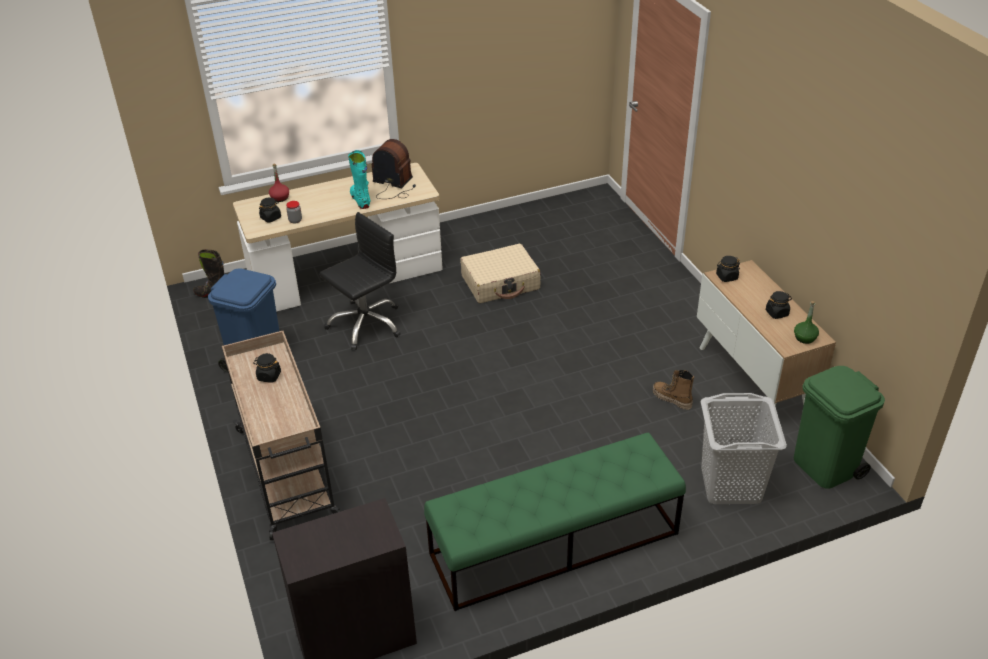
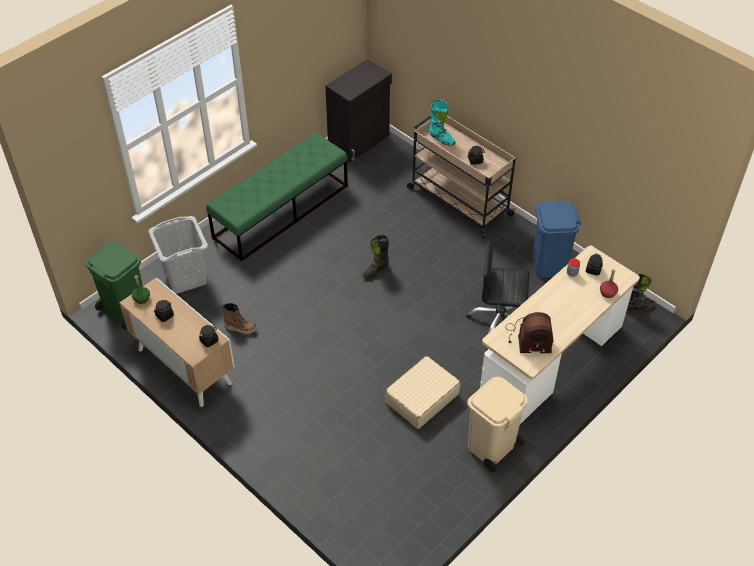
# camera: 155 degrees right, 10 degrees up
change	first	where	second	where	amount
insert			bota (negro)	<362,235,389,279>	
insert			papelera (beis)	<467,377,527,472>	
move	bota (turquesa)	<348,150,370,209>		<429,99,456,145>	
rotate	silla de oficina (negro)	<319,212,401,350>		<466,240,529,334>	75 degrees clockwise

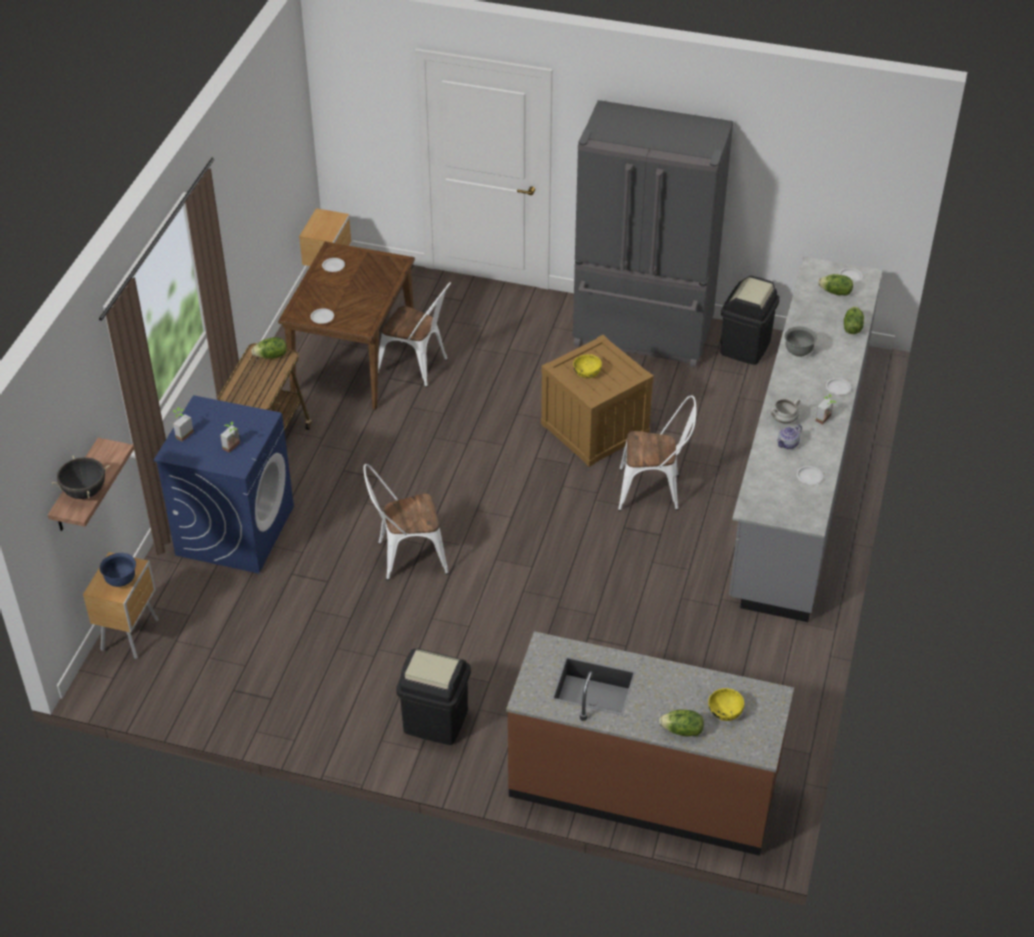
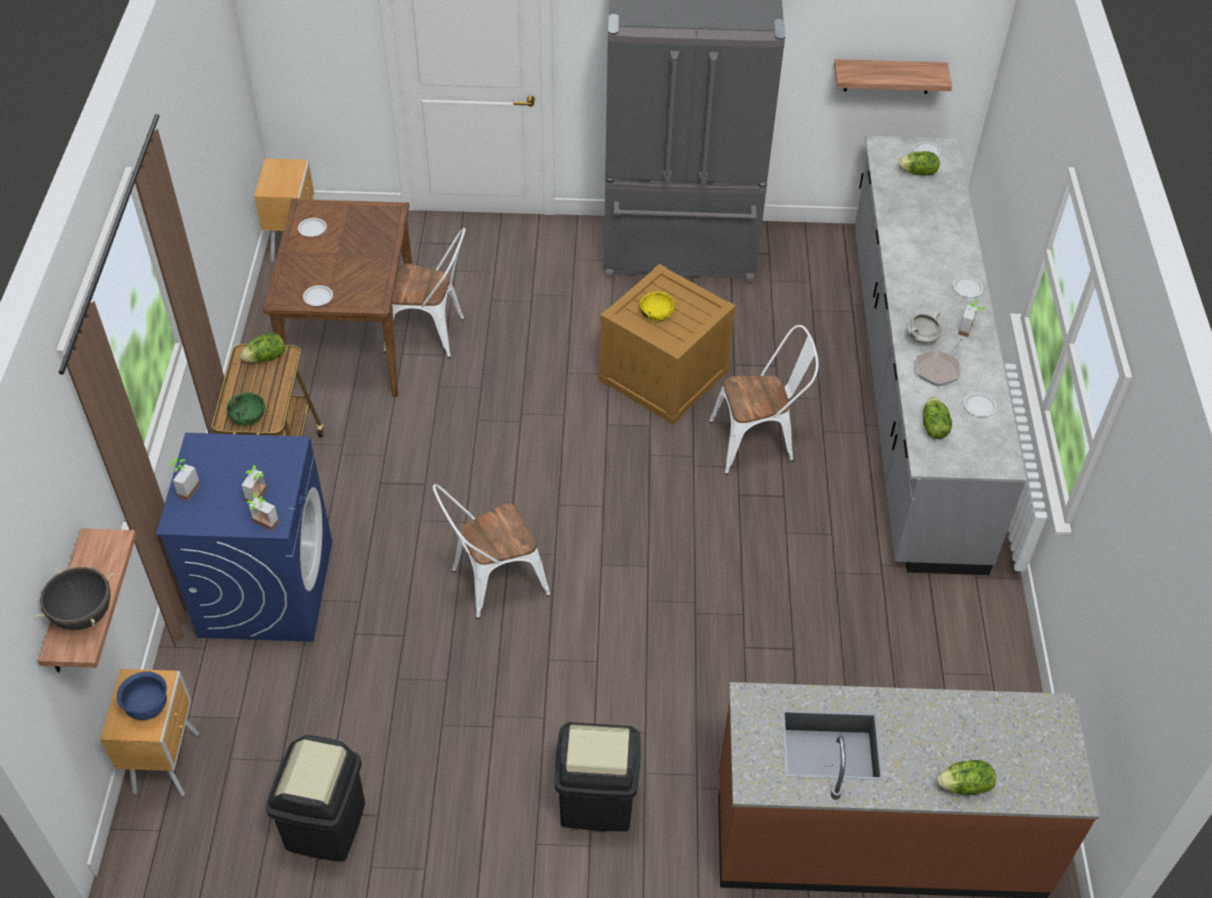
# camera: 15 degrees left, 5 degrees up
change	first	where	second	where	amount
delete	cuenco (amarillo)	<708,688,744,721>			
delete	cuenco (gris)	<784,327,817,357>			
insert			cuenco (verde)	<226,392,265,426>	
insert			planta en maceta	<246,493,279,530>	
insert			estante	<834,59,952,94>	
move	papelera (negro)	<720,276,780,365>		<265,735,365,862>	
move	lechuga	<844,306,864,334>		<923,397,952,439>	
replace	tetera	<777,425,802,449>	sartén	<916,338,963,387>	

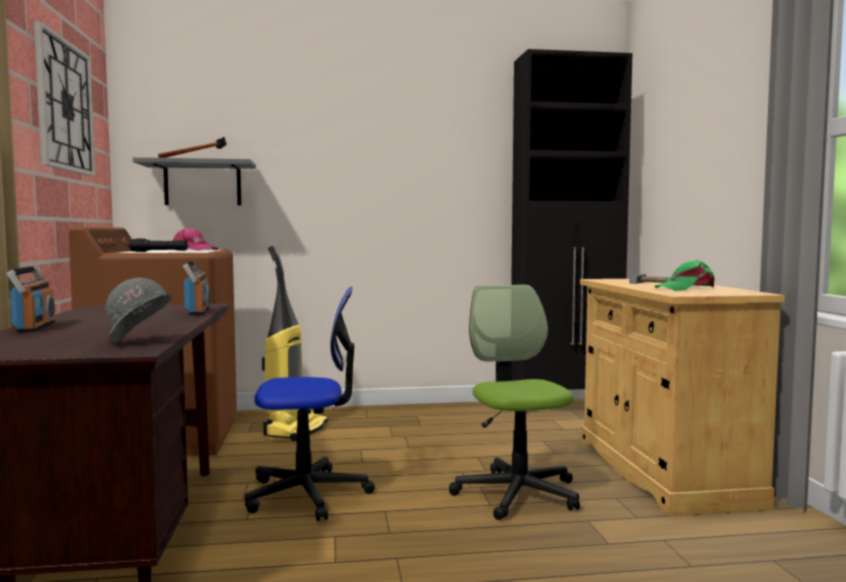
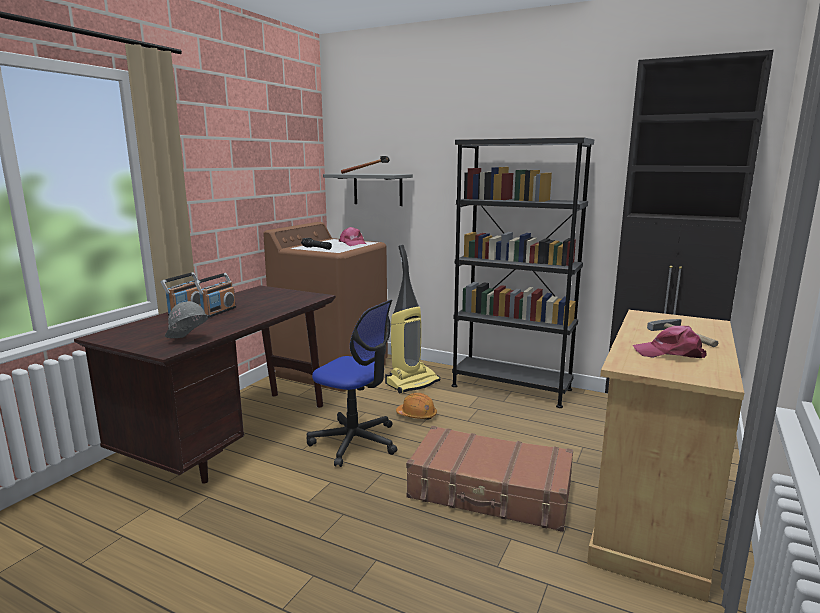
# camera: 35 degrees right, 10 degrees up
change	first	where	second	where	amount
delete	reloj de pared	<34,20,96,176>			
insert			casco (naranja)	<396,393,437,420>	
insert			estantería (negro)	<451,137,594,408>	
move	radio	<183,261,210,315>		<195,273,236,317>	
replace	silla de oficina	<449,285,580,520>	maleta (marrón)	<406,426,573,532>	
recolor	gorra (verde)	<654,260,715,291>	gorra (rosa)	<633,326,706,358>	

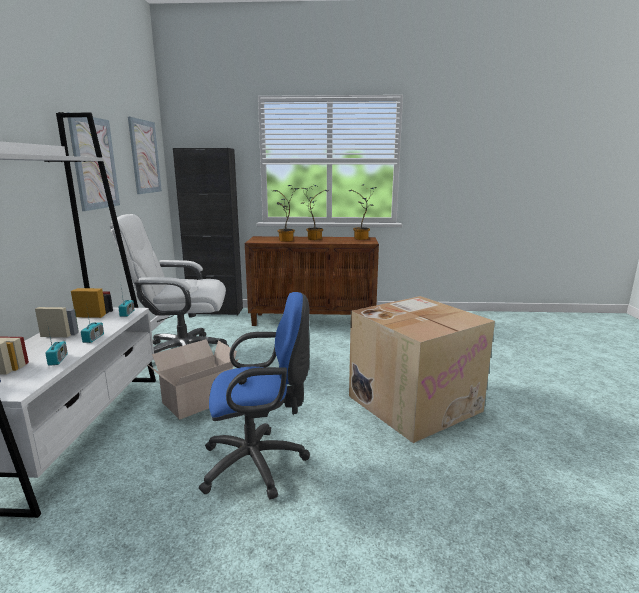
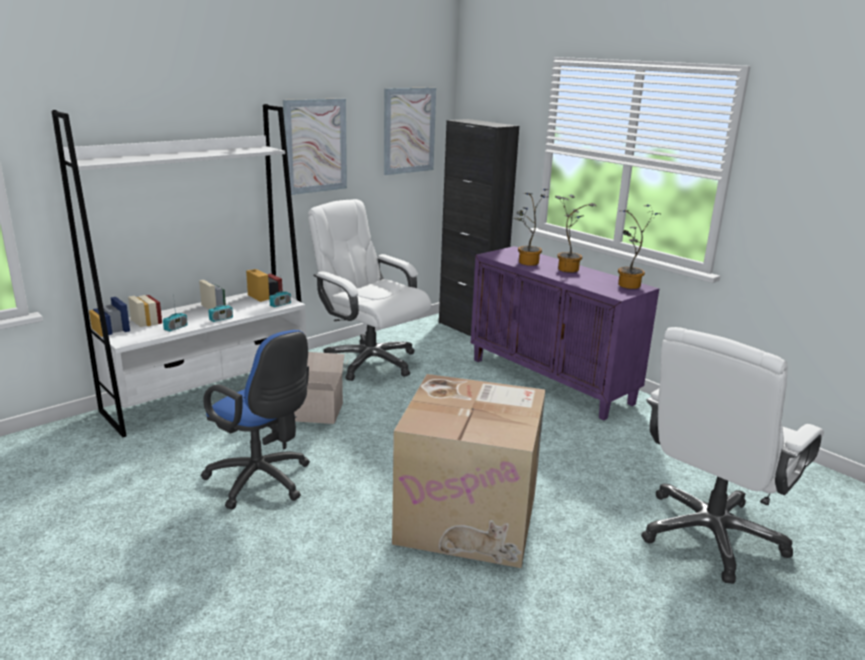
# camera: 45 degrees right, 5 degrees up
change	first	where	second	where	amount
insert			silla de oficina (blanco)	<641,327,824,584>	
recolor	armario (marrón)	<245,236,379,326>	armario (morado)	<471,246,659,420>	

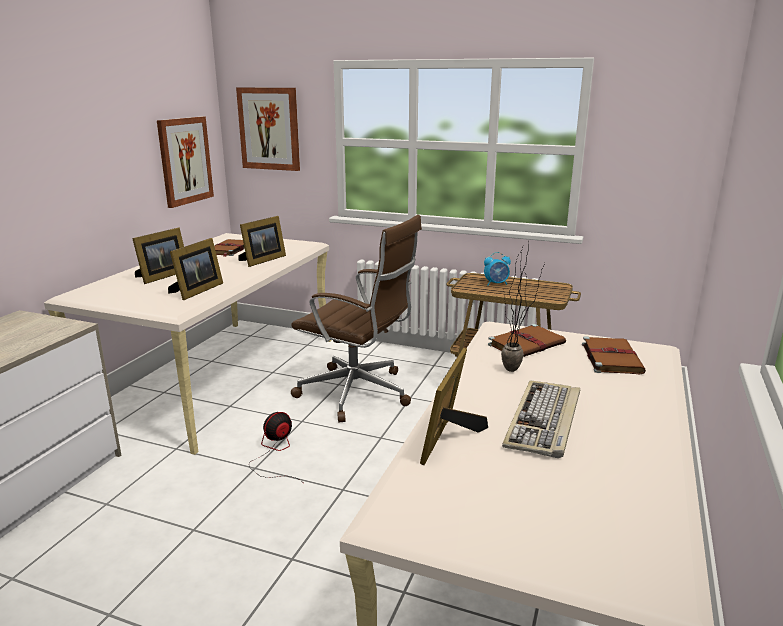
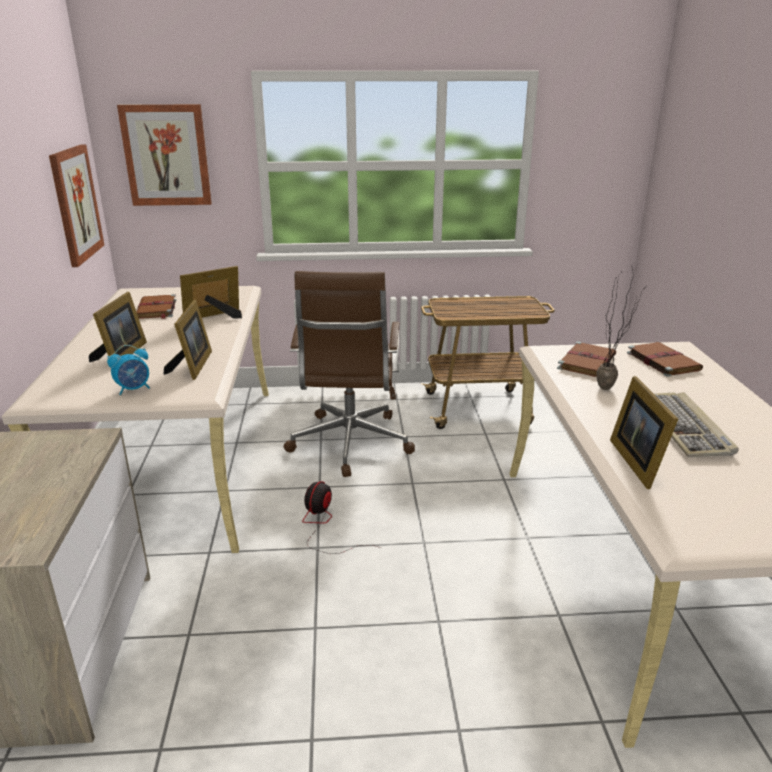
# camera: 25 degrees left, 5 degrees up
change	first	where	second	where	amount
move	despertador	<484,252,511,286>		<107,345,150,395>	
rotate	portarretratos	<239,216,286,267>		<180,266,242,319>	135 degrees counterclockwise
rotate	silla de oficina (marrón)	<291,215,422,422>		<284,271,415,477>	90 degrees clockwise

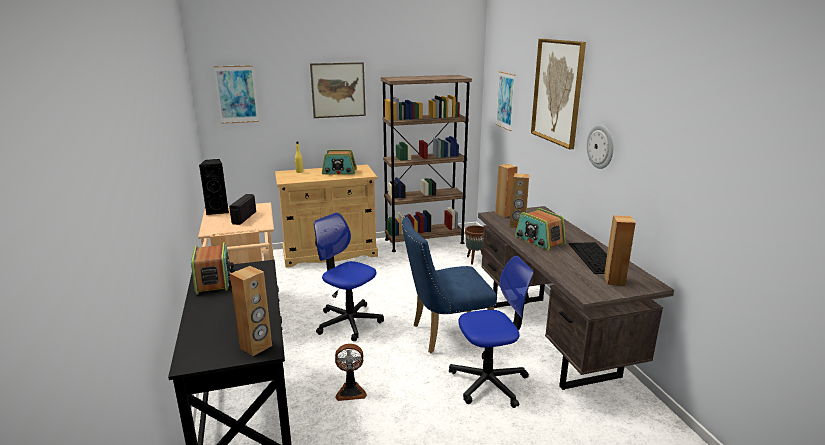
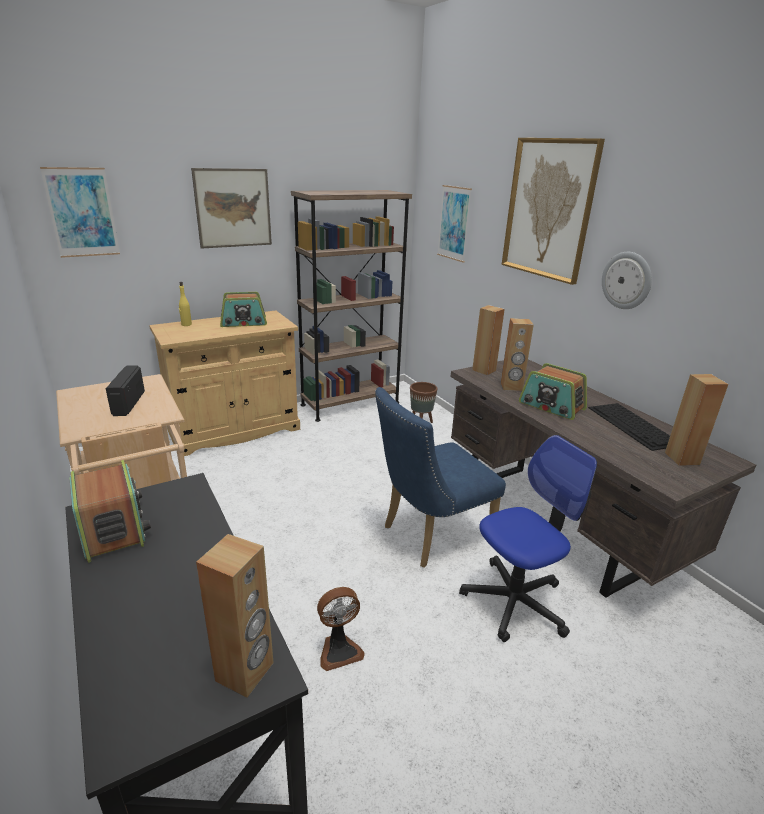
# camera: 15 degrees left, 5 degrees up
change	first	where	second	where	amount
delete	altavoz (negro)	<199,159,229,215>			
delete	silla de oficina	<314,212,384,341>			

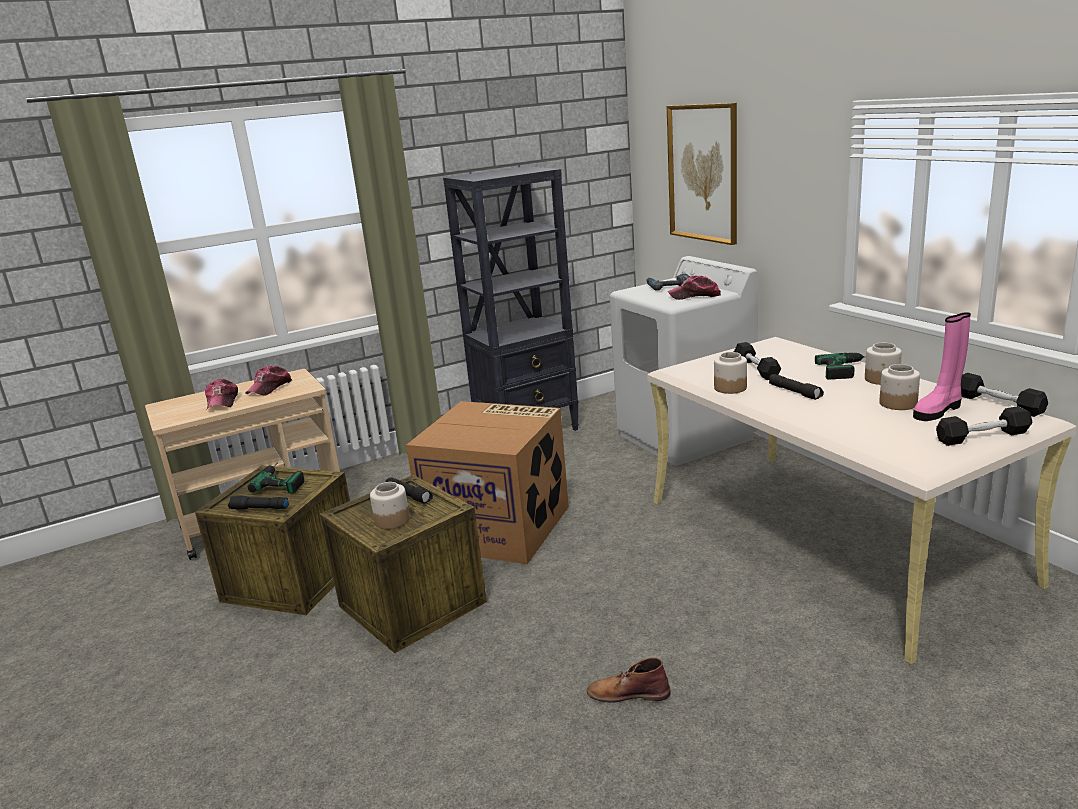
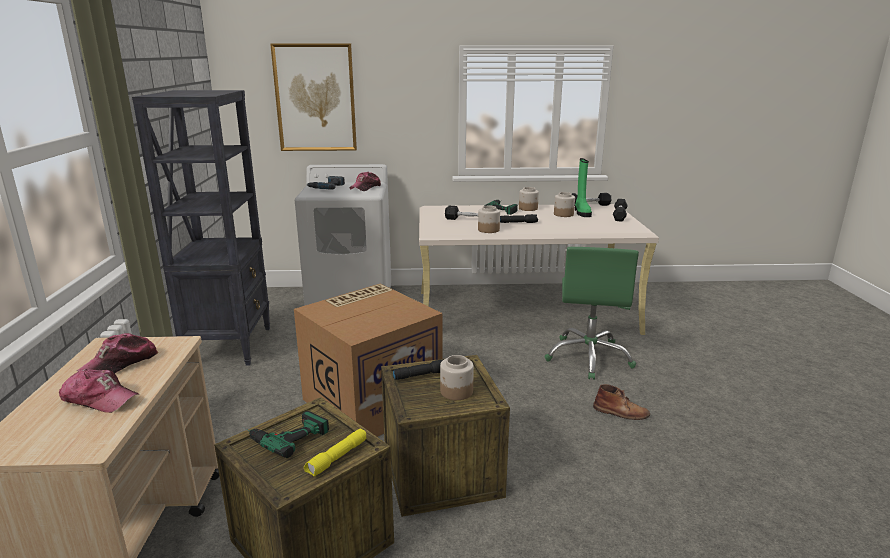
# camera: 65 degrees left, 0 degrees up
change	first	where	second	where	amount
insert			silla de oficina (verde)	<544,247,639,380>	
recolor	linterna (negro)	<228,496,289,509>	linterna (amarillo)	<304,429,367,477>	
recolor	bota (rosa)	<913,312,971,421>	bota (verde)	<575,158,592,217>	
rotate	gorra	<246,366,292,396>		<77,333,158,373>	75 degrees clockwise
rotate	bota (marrón)	<587,658,671,703>		<593,384,650,420>	105 degrees counterclockwise

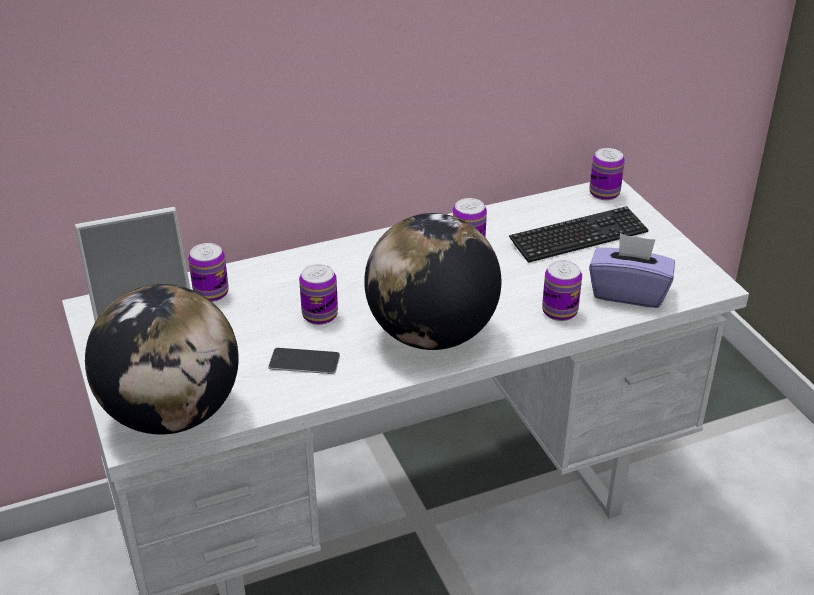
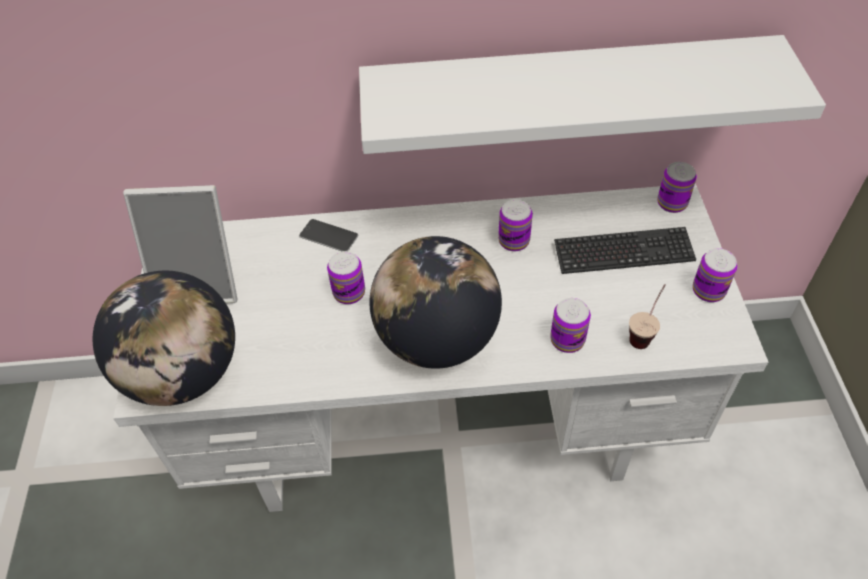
# camera: 20 degrees right, 15 degrees up
change	first	where	second	where	amount
insert			estante (blanco)	<359,35,826,154>	
move	lata	<188,243,228,302>		<693,248,737,302>	
move	móvil	<268,348,340,374>		<299,219,358,251>	
replace	caja de pañuelos (morado)	<589,233,675,308>	taza	<629,284,665,349>	

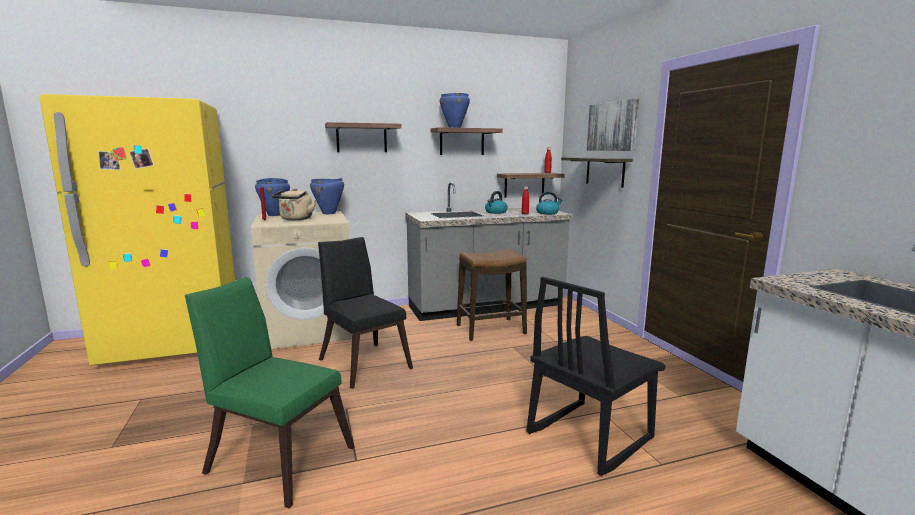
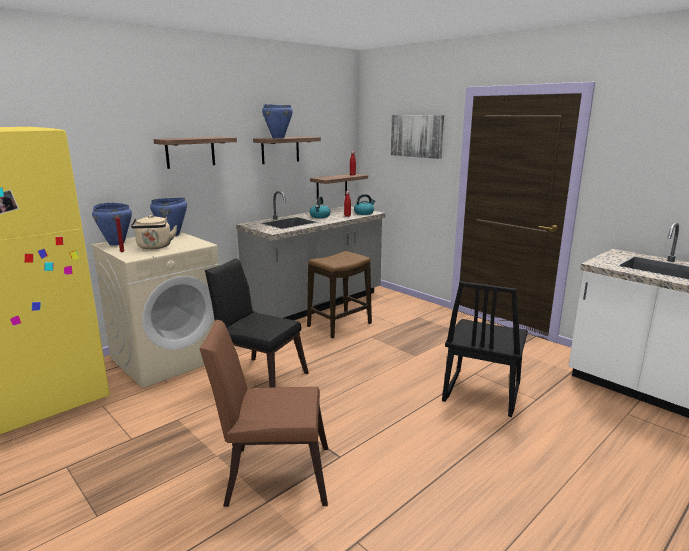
# camera: 25 degrees left, 5 degrees up
change	first	where	second	where	amount
delete	estante	<561,157,633,188>			
recolor	silla (verde)	<185,277,354,508>	silla (marrón)	<199,320,328,507>	

